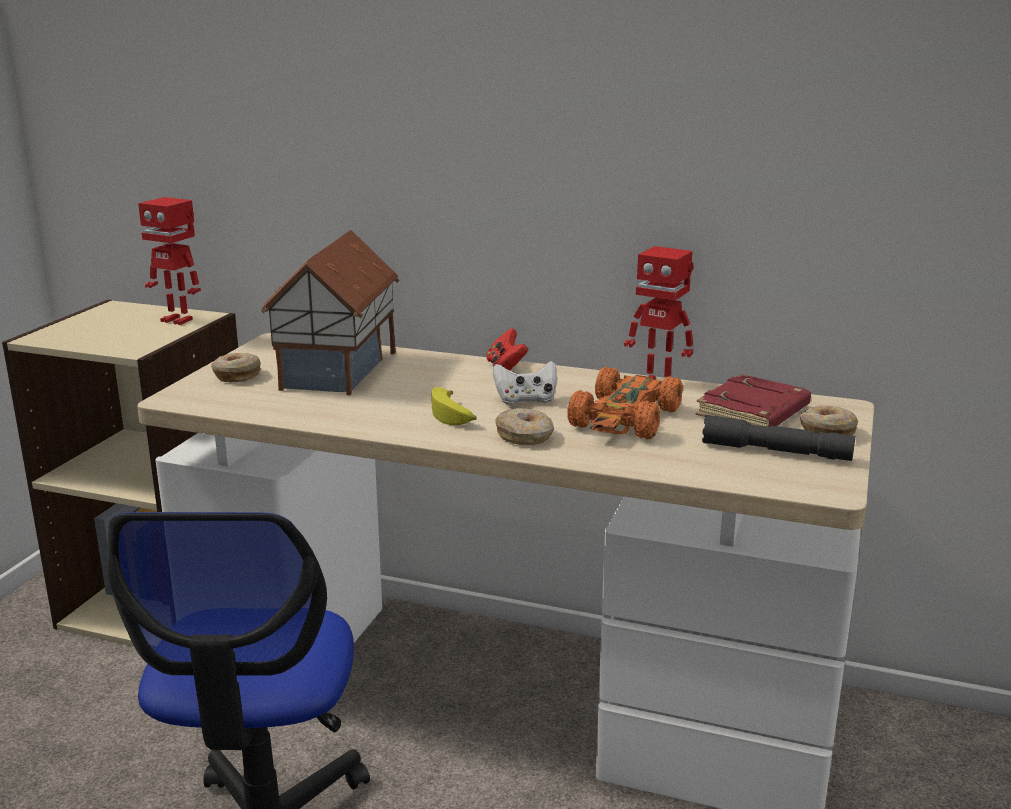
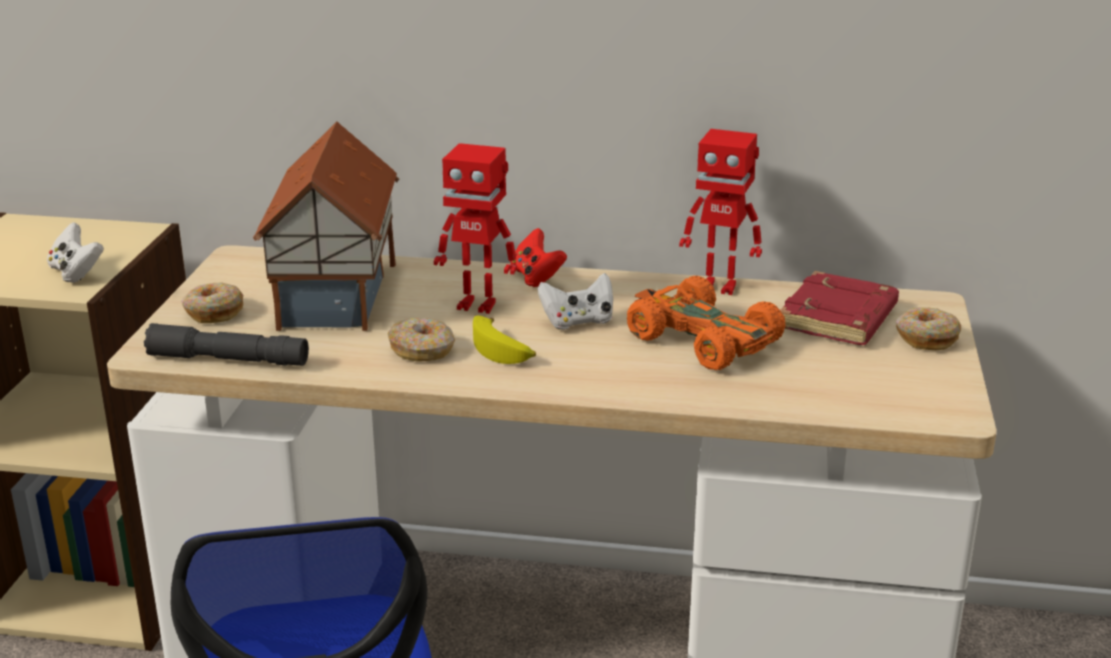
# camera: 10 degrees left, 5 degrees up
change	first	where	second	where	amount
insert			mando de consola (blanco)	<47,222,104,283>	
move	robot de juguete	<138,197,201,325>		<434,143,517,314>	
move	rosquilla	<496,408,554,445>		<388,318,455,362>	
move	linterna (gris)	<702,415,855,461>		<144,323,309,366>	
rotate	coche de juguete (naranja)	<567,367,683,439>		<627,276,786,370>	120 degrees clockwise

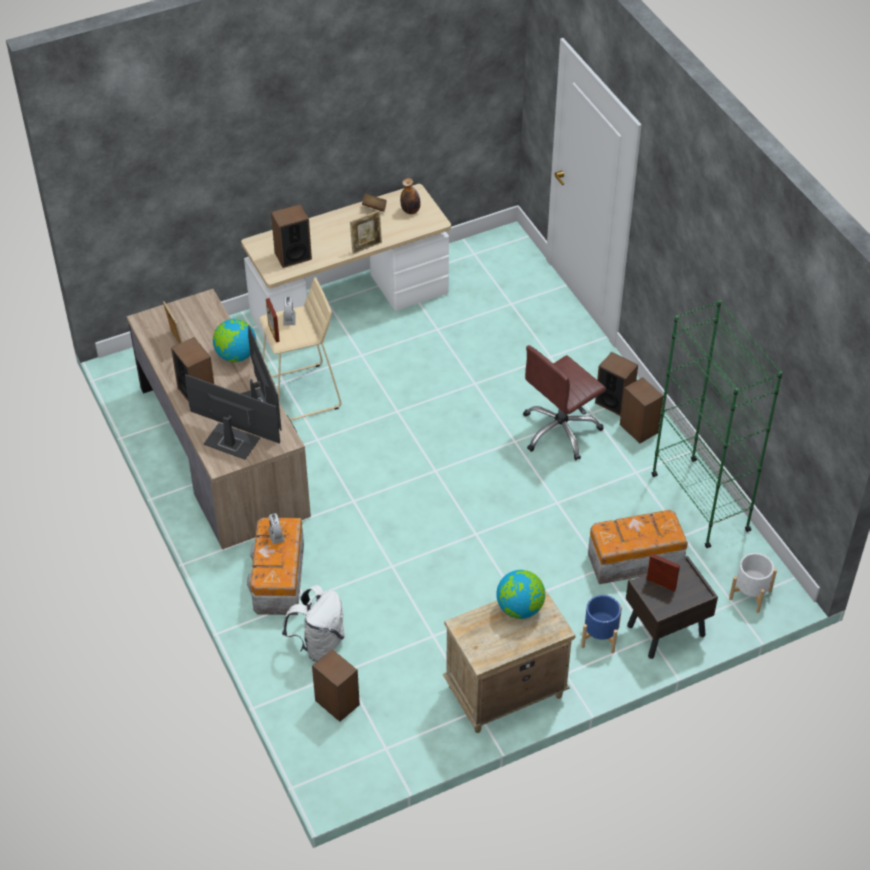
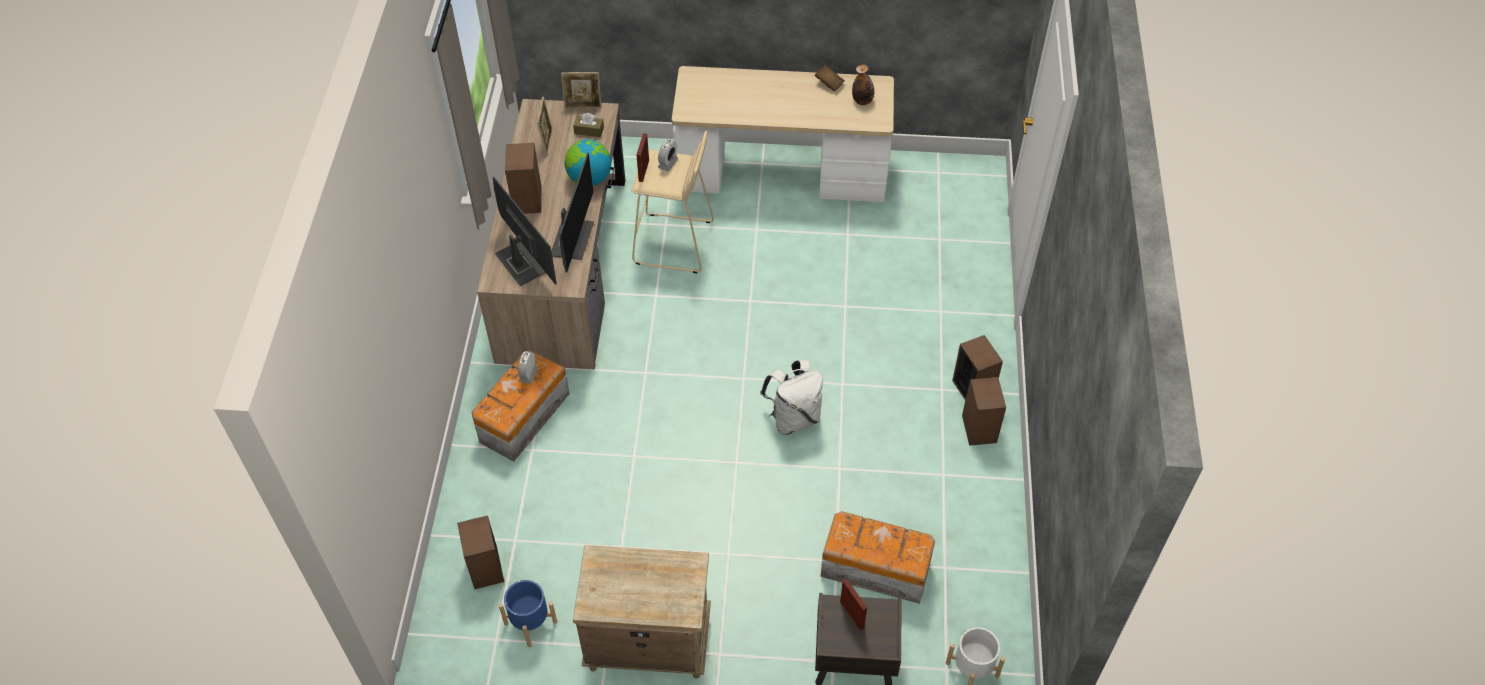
# camera: 30 degrees right, 5 degrees up
change	first	where	second	where	amount
delete	altavoz	<271,204,312,268>			
delete	globo terráqueo	<496,570,545,619>			
delete	silla de oficina (marrón)	<523,345,606,460>			
delete	estantería (verde)	<652,300,783,548>			
insert			caja de pañuelos (marrón)	<573,113,604,137>	
move	mochila (blanco)	<282,585,345,662>		<760,360,823,435>	
move	portarretratos	<350,210,382,254>		<561,72,601,108>	
move	maceta (azul)	<581,595,622,653>		<499,580,557,647>	

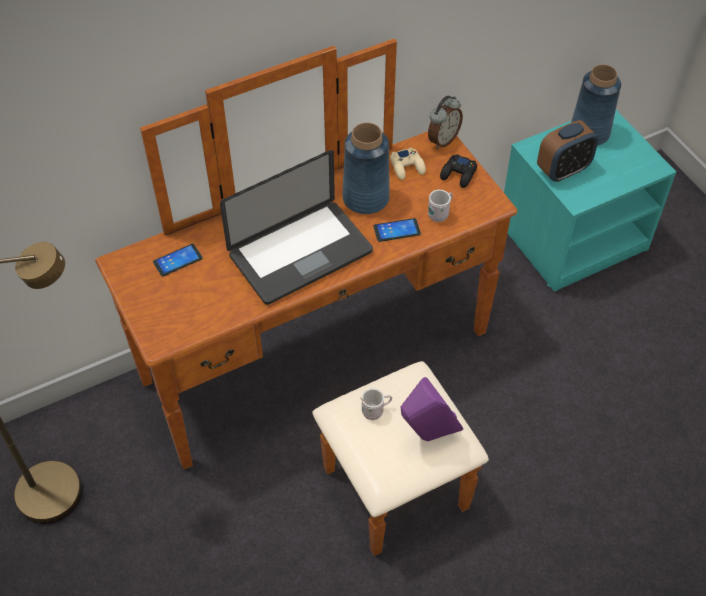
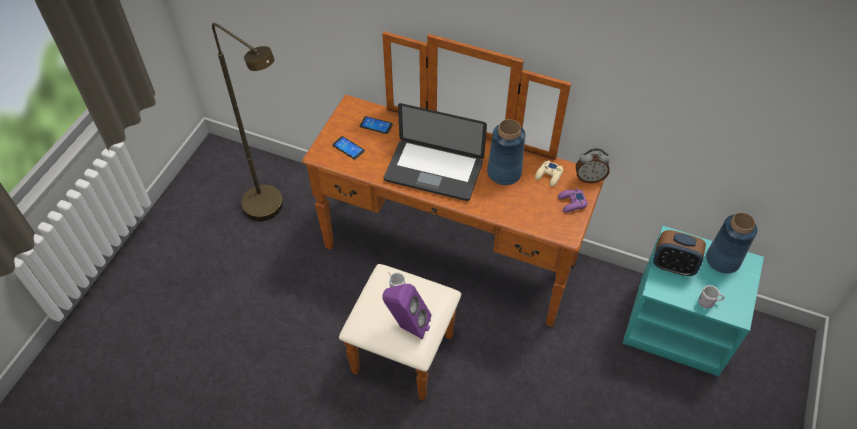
# camera: 50 degrees right, 0 degrees up
change	first	where	second	where	amount
move	móvil	<374,218,421,242>		<332,136,365,159>	
move	taza grande (blanco)	<428,190,453,222>		<699,285,724,308>	
recolor	mando de consola (negro)	<440,154,477,188>	mando de consola (morado)	<558,188,588,213>	

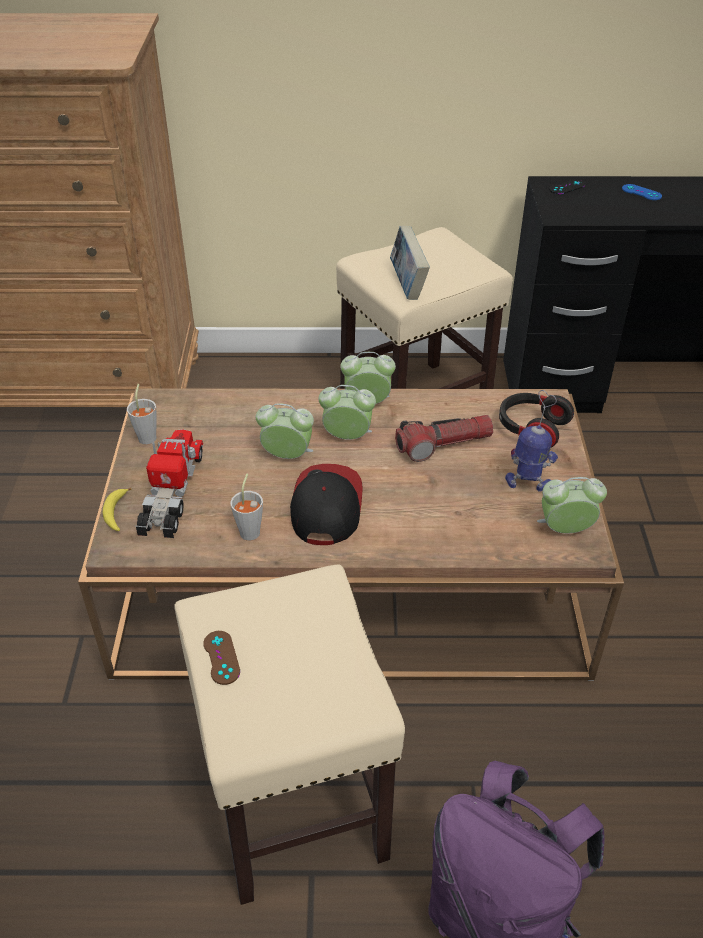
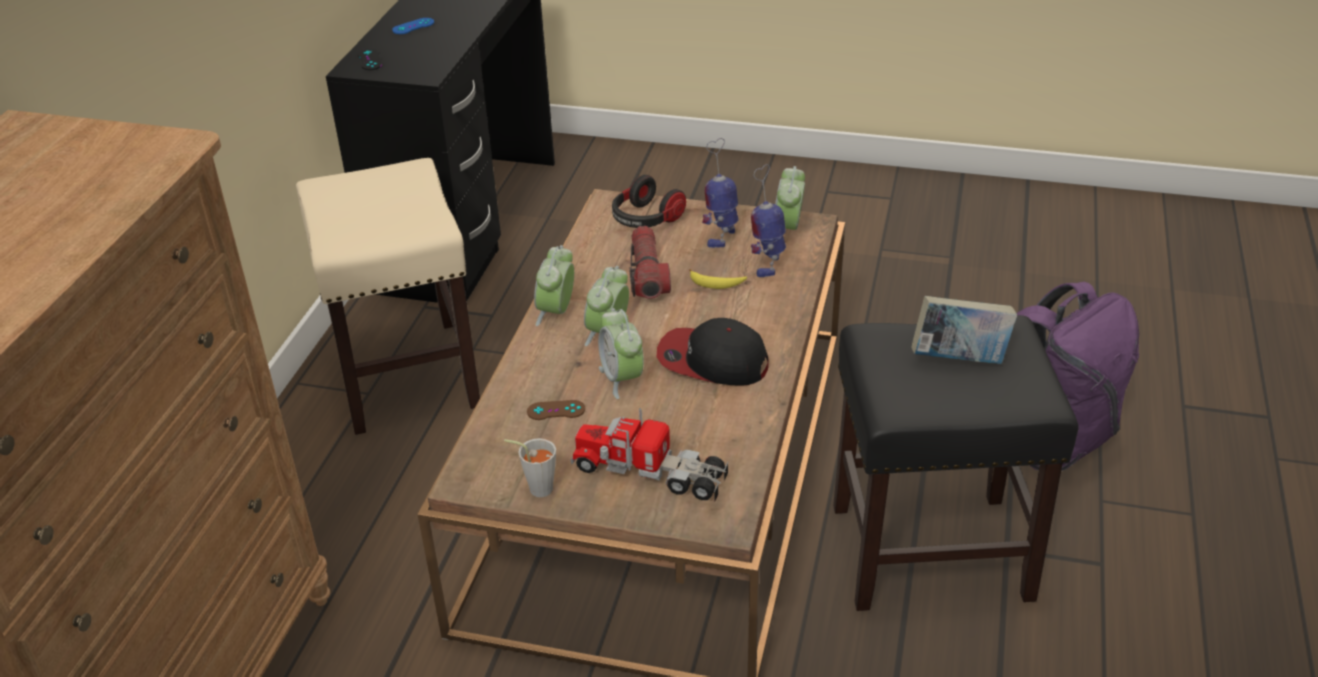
# camera: 75 degrees left, 5 degrees down
change	first	where	second	where	amount
delete	taza (gris)	<230,474,263,541>			
insert			robot de juguete	<751,164,786,277>	
move	plátano	<103,488,132,531>		<689,269,747,289>	
move	mando de consola (marrón)	<203,631,240,685>		<527,400,585,420>	
move	libro	<390,226,430,300>		<911,296,1017,364>	
recolor	taburete (beis)	<174,564,405,905>	taburete (negro)	<833,315,1079,611>	
rotate	despertador	<256,403,314,459>		<598,308,644,399>	45 degrees counterclockwise

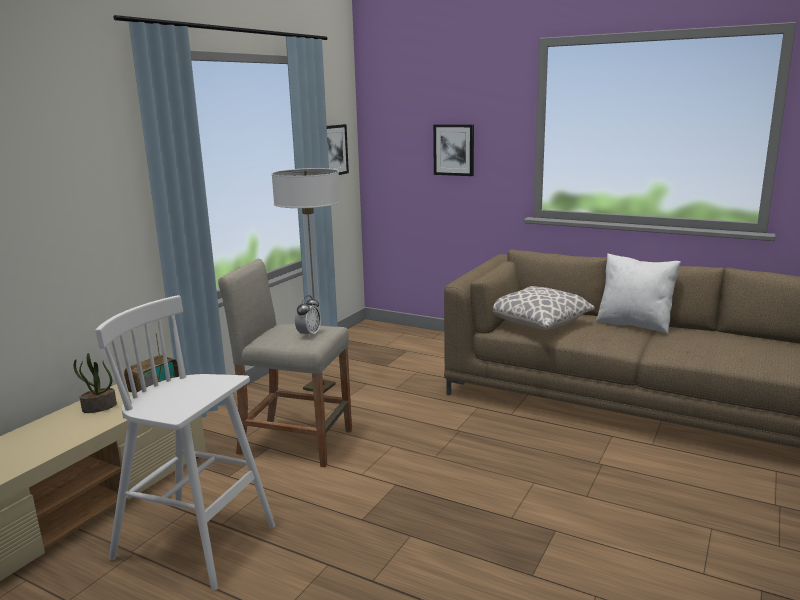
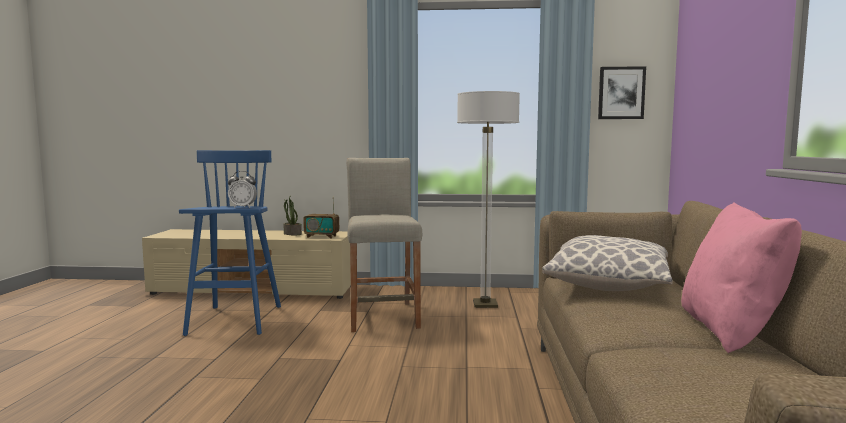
# camera: 65 degrees right, 10 degrees down
change	first	where	second	where	amount
delete	cuadro	<433,124,474,176>			
move	despertador	<295,295,321,338>		<228,171,257,208>	
recolor	taburete (blanco)	<95,295,275,591>	taburete (azul)	<179,150,281,336>	
recolor	cojín (blanco)	<595,253,681,334>	cojín (rosa)	<681,202,802,353>	

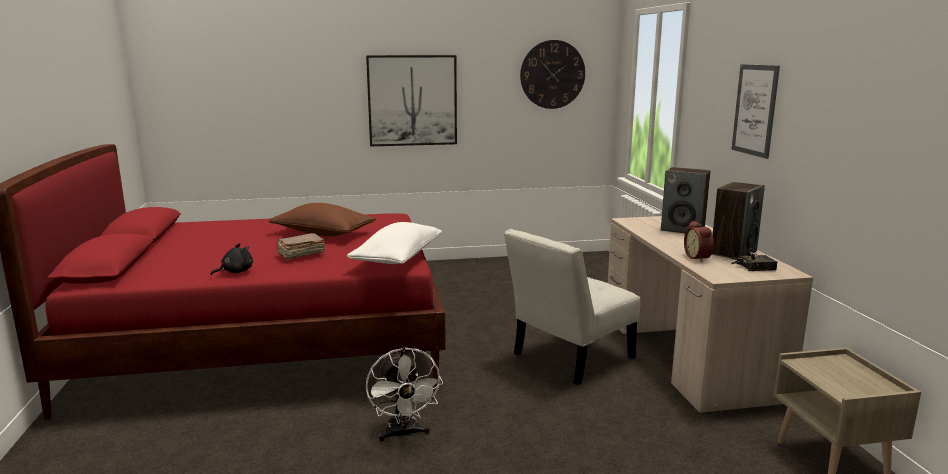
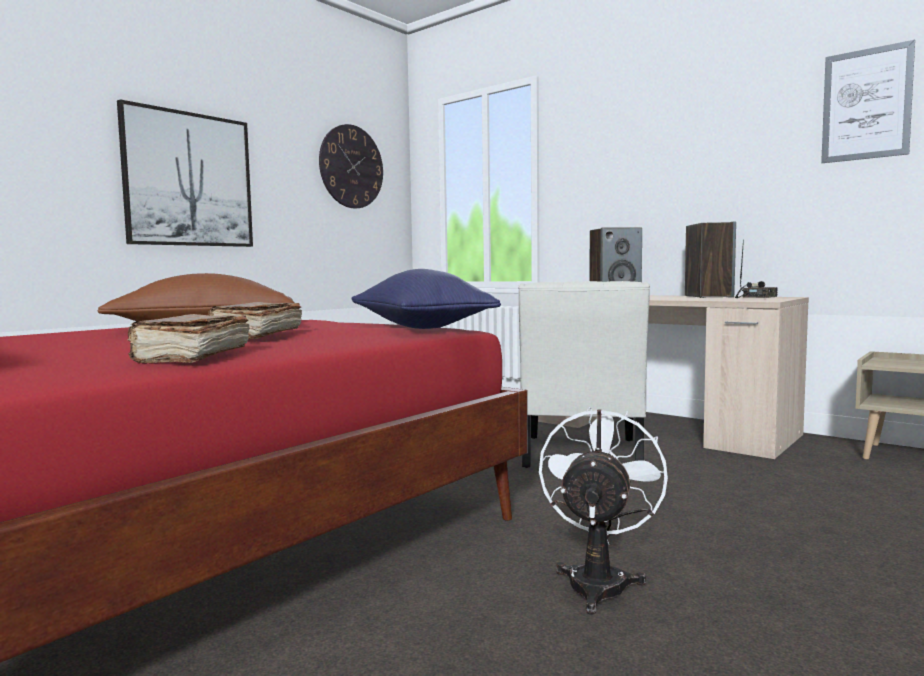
# camera: 40 degrees left, 10 degrees down
change	first	where	second	where	amount
delete	despertador	<684,221,714,262>			
move	cuadro	<731,64,780,159>		<821,40,915,163>	
replace	peluche (negro)	<211,243,253,276>	libro (marrón)	<128,314,250,363>	
recolor	cojín (blanco)	<347,222,442,264>	cojín (azul)	<351,269,501,329>	
rotate	ventilador (blanco)	<366,347,443,442>		<539,407,668,615>	105 degrees counterclockwise

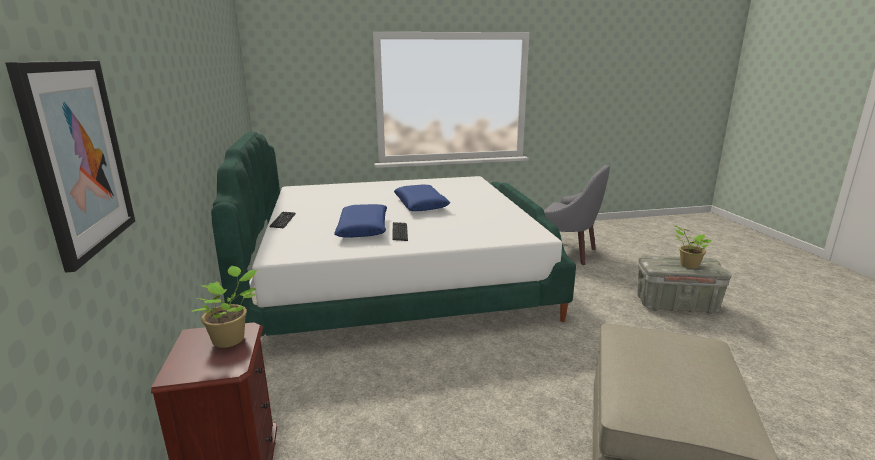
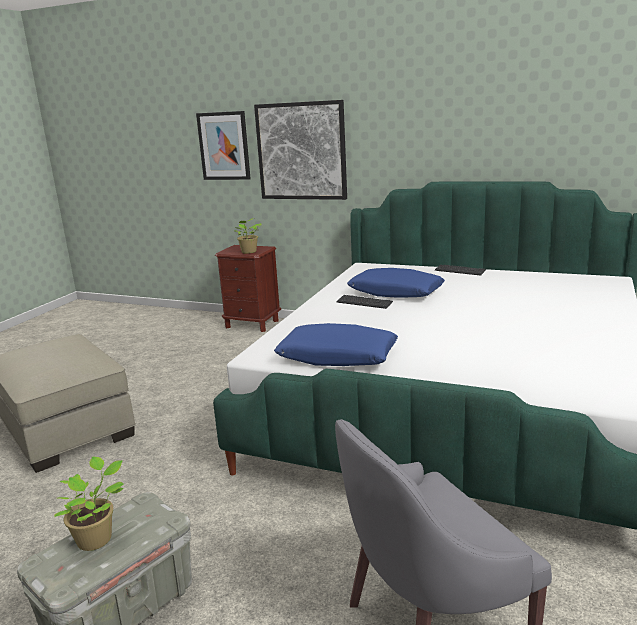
# camera: 125 degrees right, 0 degrees up
change	first	where	second	where	amount
insert			cuadro	<254,100,347,200>	
move	cojín (azul)	<394,185,450,211>		<274,323,398,366>	

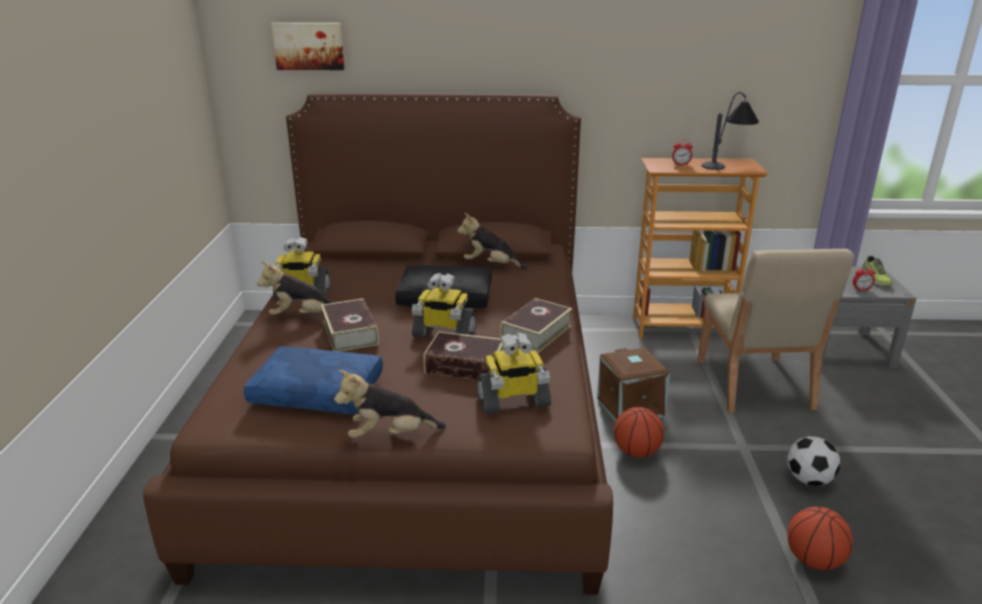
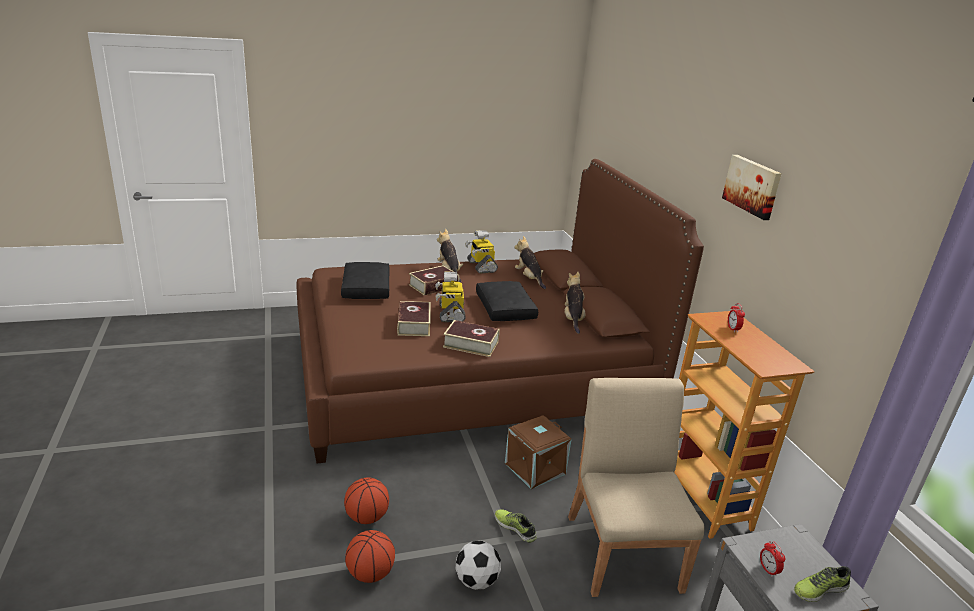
# camera: 70 degrees right, 0 degrees up
change	first	where	second	where	amount
delete	robot de juguete	<477,332,551,414>			
delete	lámpara de mesa	<702,92,759,170>			
insert			zapato	<495,509,537,543>	
move	cuadro	<271,23,344,70>		<722,155,782,220>	
move	peluche	<334,370,446,438>		<514,236,546,289>	
move	balón de baloncesto	<614,407,664,458>		<344,478,389,524>	
recolor	cojín (azul)	<244,346,383,414>	cojín (negro)	<341,262,390,299>	
rotate	silla (beis)	<698,249,854,413>		<568,378,705,597>	105 degrees clockwise

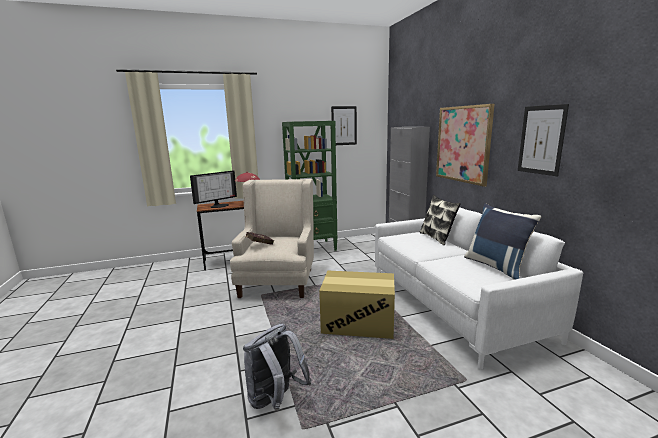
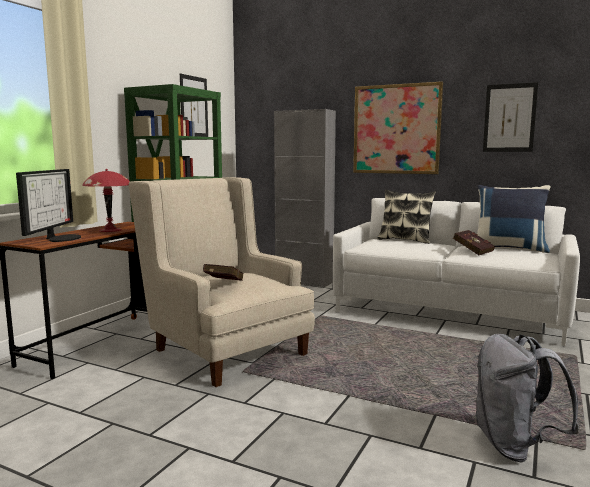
# camera: 45 degrees left, 5 degrees down
change	first	where	second	where	amount
delete	caja de cartón	<319,271,395,339>			
insert			libro (rojo)	<453,230,495,255>	

